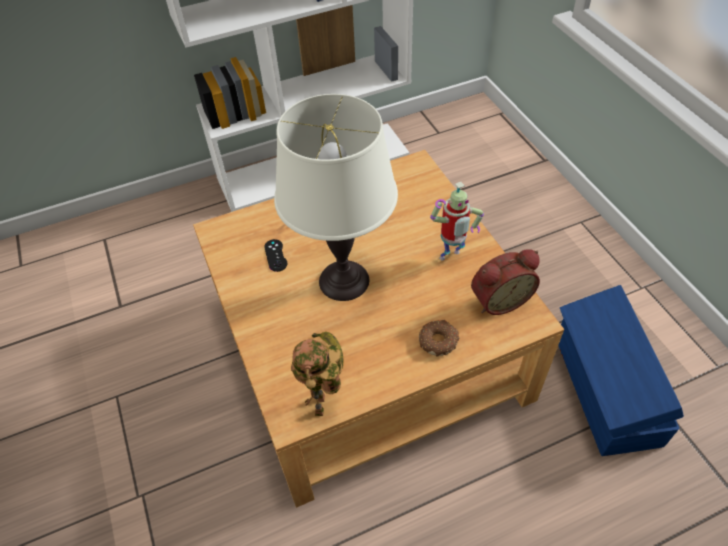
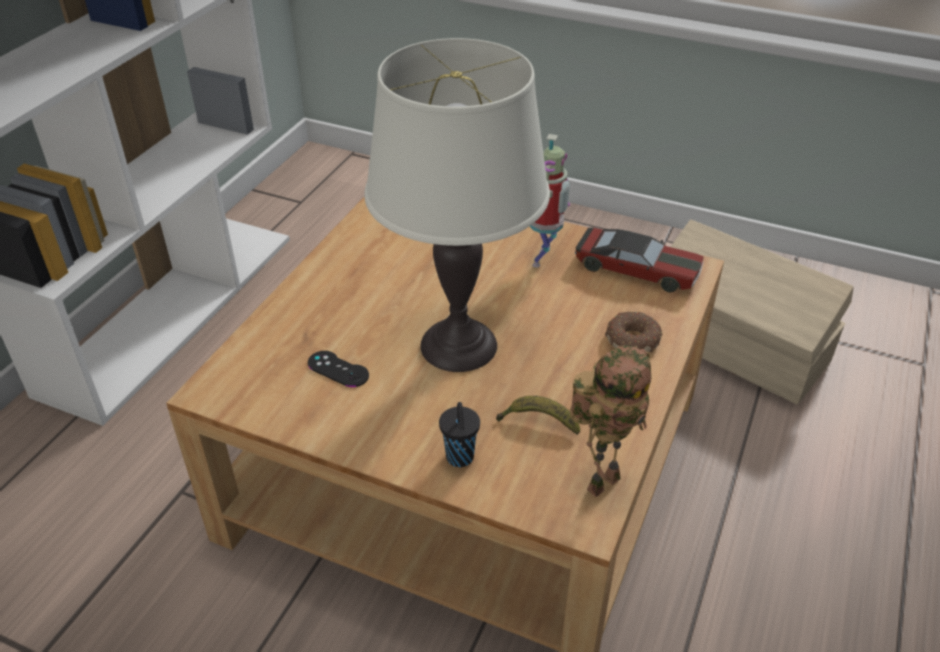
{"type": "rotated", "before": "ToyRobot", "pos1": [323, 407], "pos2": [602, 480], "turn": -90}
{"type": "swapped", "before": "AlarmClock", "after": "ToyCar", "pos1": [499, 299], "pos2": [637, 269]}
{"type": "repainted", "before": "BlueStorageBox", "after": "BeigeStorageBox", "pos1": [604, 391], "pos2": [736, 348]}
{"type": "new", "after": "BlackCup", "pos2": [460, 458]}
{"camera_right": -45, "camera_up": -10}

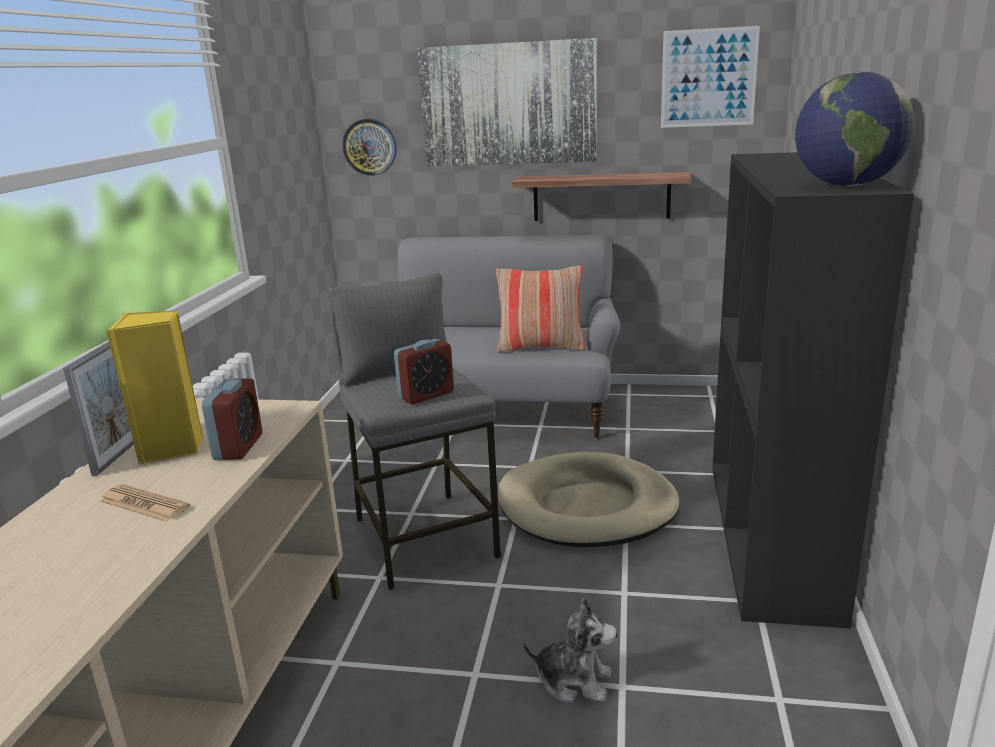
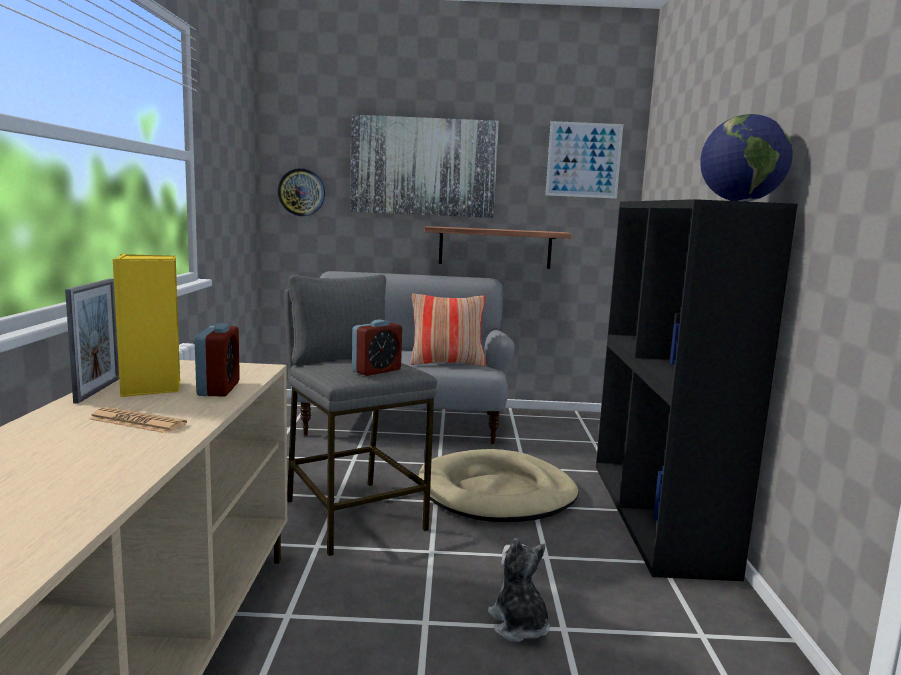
{"type": "rotated", "before": "PlushToy", "pos1": [574, 681], "pos2": [519, 625], "turn": -120}
{"camera_right": -10, "camera_up": -10}

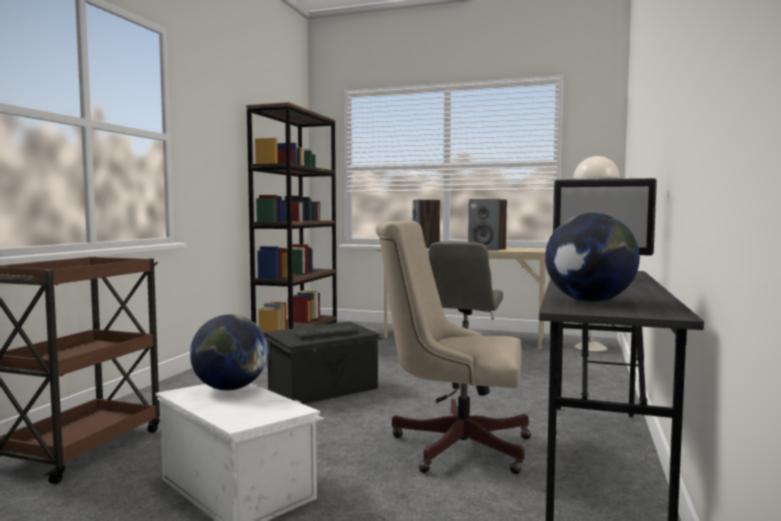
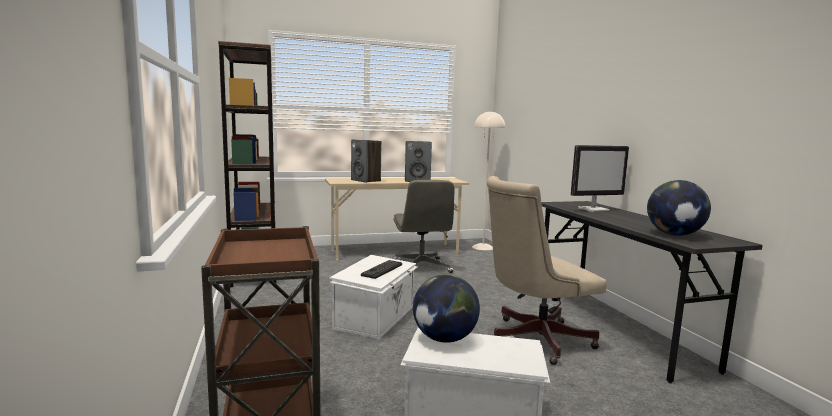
{"type": "repainted", "before": "BlackStorageBox", "after": "WhiteStorageBox", "pos1": [324, 389], "pos2": [376, 317]}
{"camera_right": -35, "camera_up": 5}

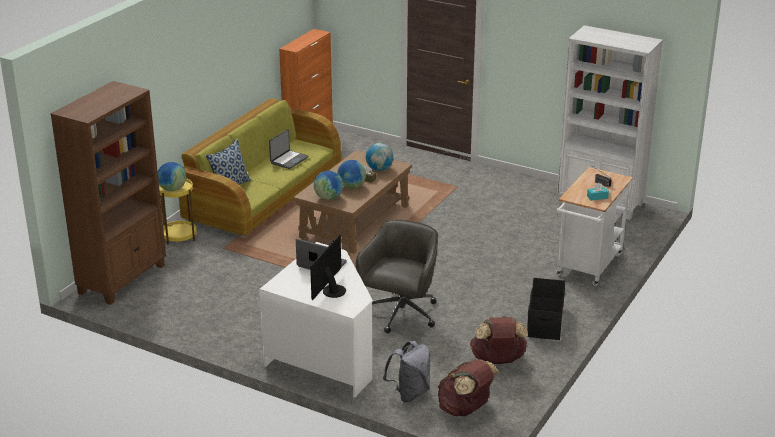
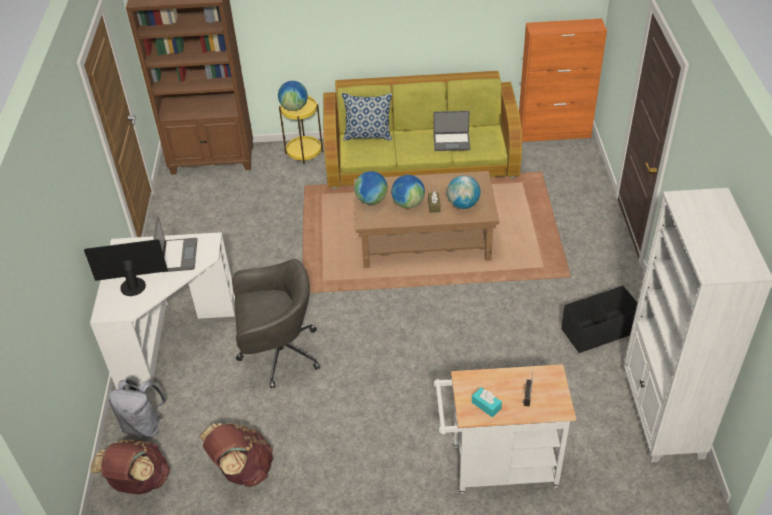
{"type": "shifted", "before": "BlackStorageBox", "pos1": [544, 322], "pos2": [598, 330]}
{"camera_right": 60, "camera_up": 15}

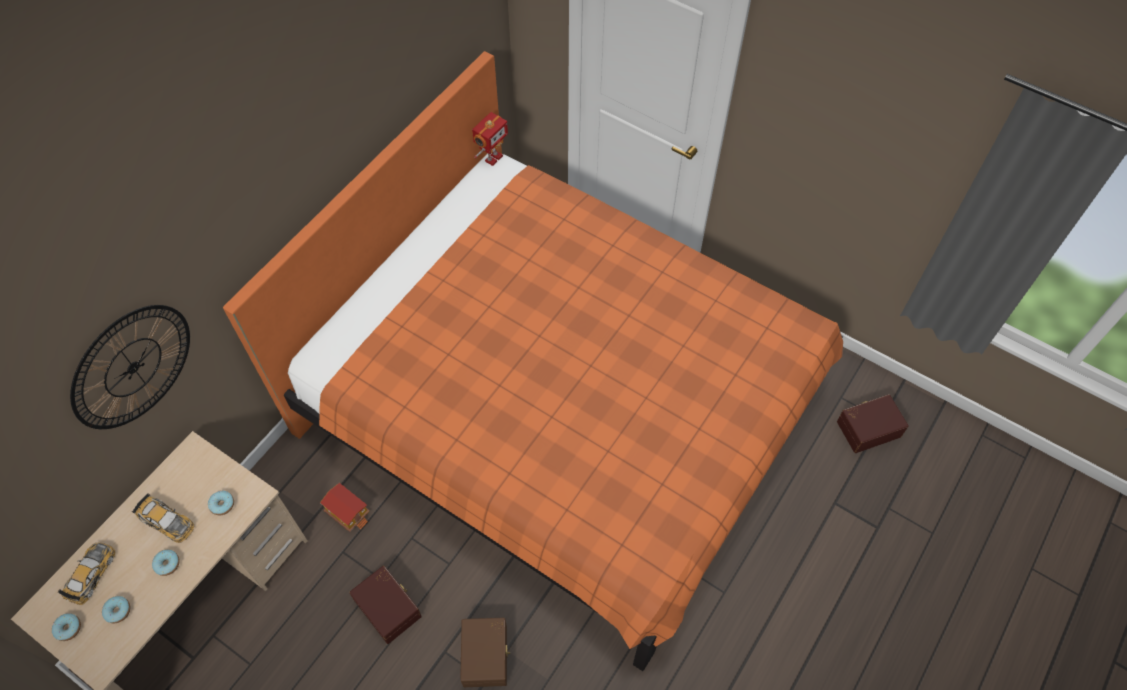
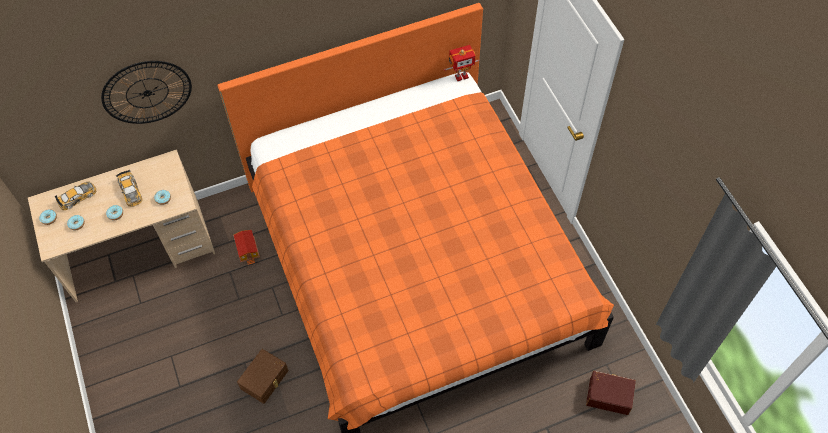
{"type": "gone", "before": "BrownStorageBox", "pos1": [389, 607]}
{"camera_right": 35, "camera_up": 0}

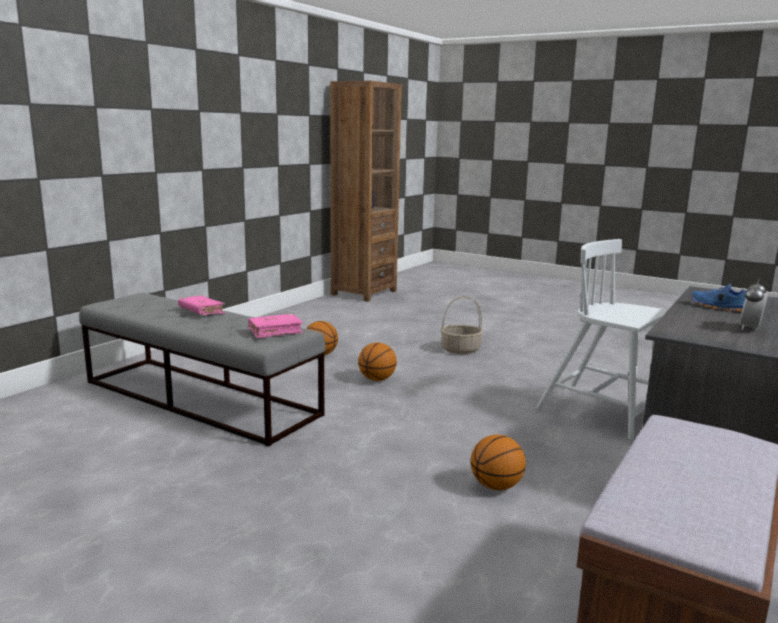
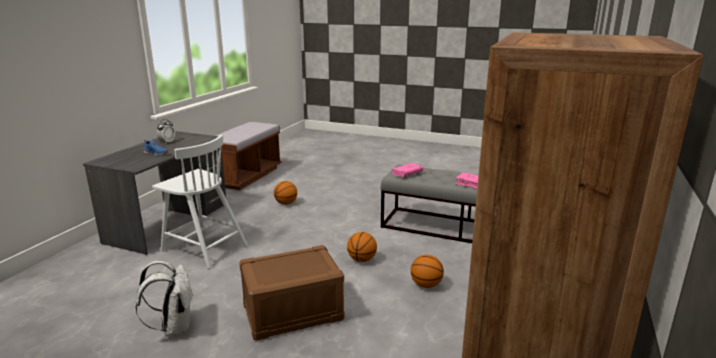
{"type": "swapped", "before": "Basket", "after": "BrownStorageBox", "pos1": [461, 349], "pos2": [292, 313]}
{"type": "new", "after": "WhiteBackpack", "pos2": [174, 327]}
{"camera_right": 170, "camera_up": 5}

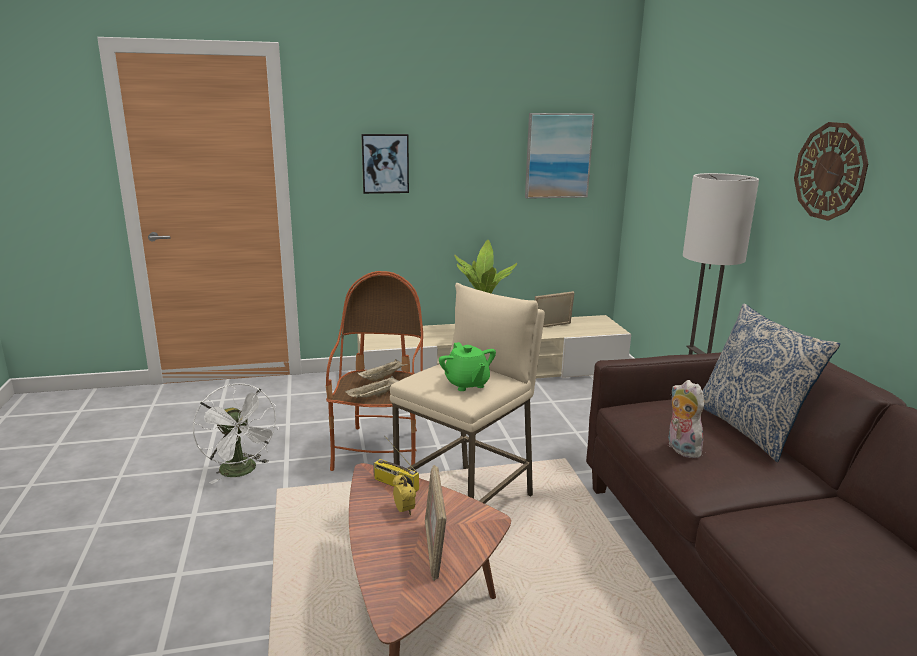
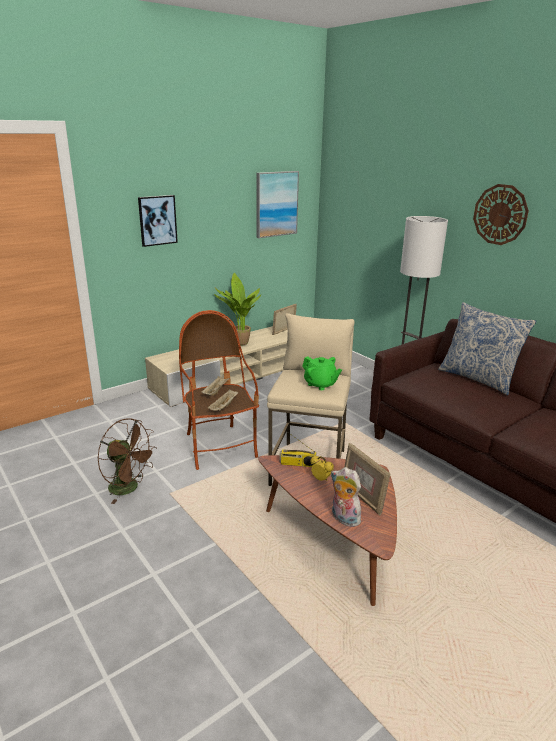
{"type": "repainted", "before": "WhiteFan", "after": "BrownFan", "pos1": [242, 472], "pos2": [129, 488]}
{"type": "shifted", "before": "PlushToy", "pos1": [680, 449], "pos2": [343, 519]}
{"camera_right": -25, "camera_up": 5}

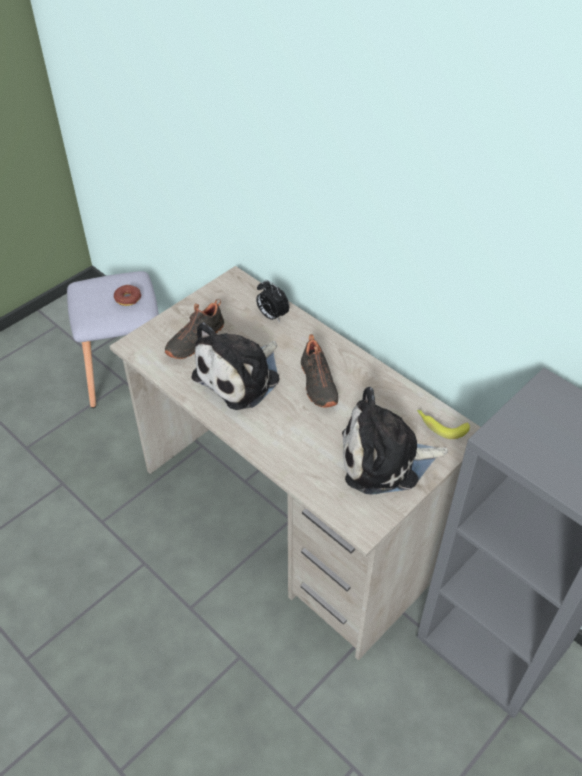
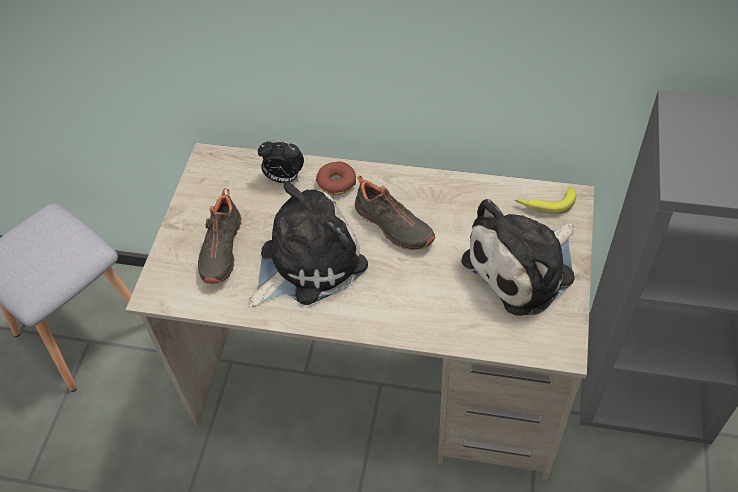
{"type": "shifted", "before": "Donut", "pos1": [127, 299], "pos2": [336, 183]}
{"type": "rotated", "before": "PlushToy", "pos1": [241, 376], "pos2": [306, 262], "turn": -135}
{"camera_right": -30, "camera_up": 5}

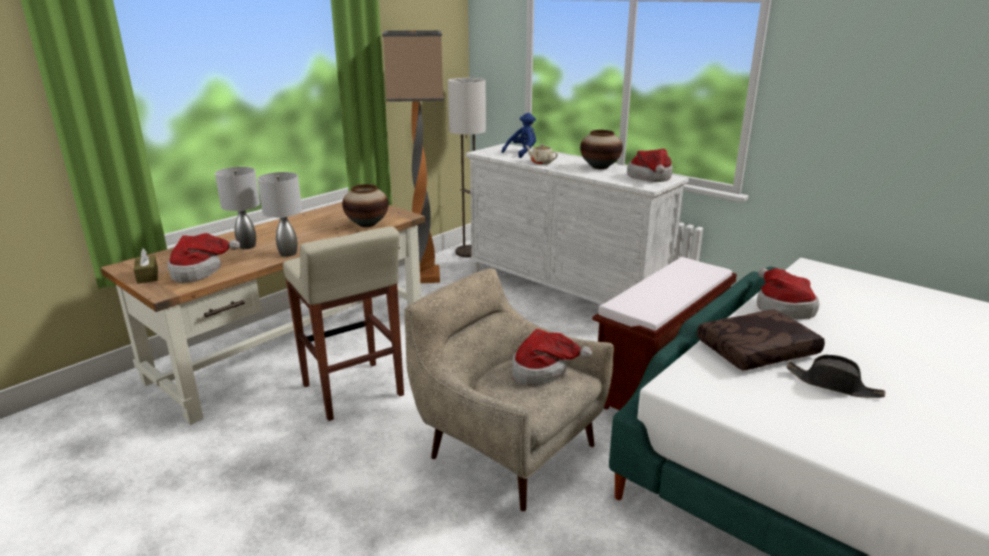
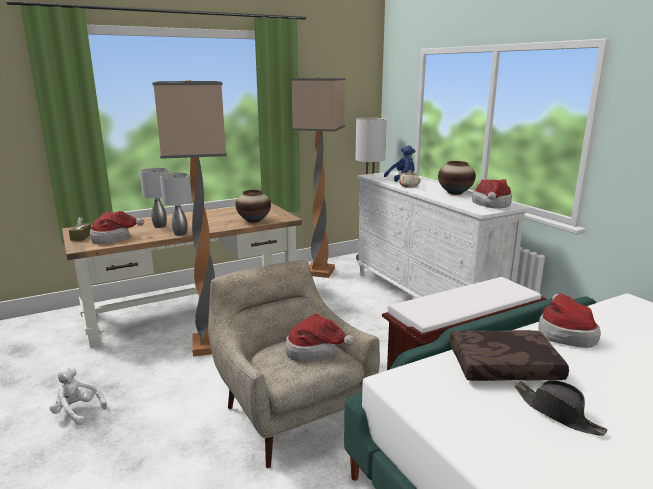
{"type": "swapped", "before": "BeigeStool", "after": "FloorLamp", "pos1": [353, 391], "pos2": [209, 346]}
{"type": "new", "after": "WhitePlushToy", "pos2": [77, 412]}
{"camera_right": 20, "camera_up": -5}

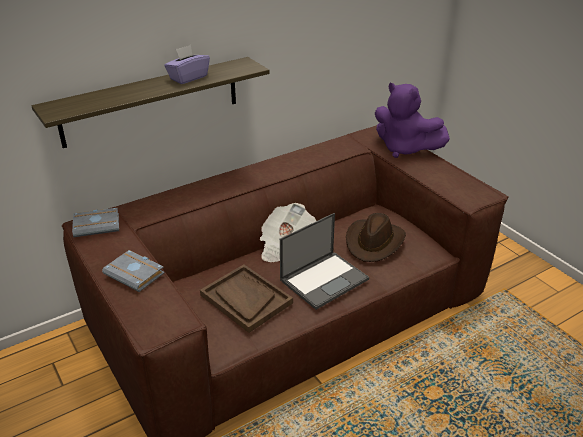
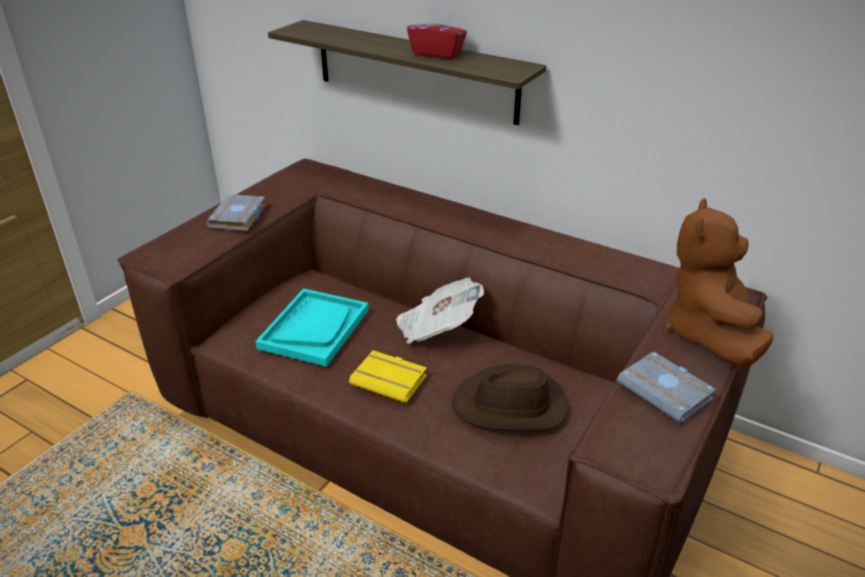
{"type": "shifted", "before": "GreyBook", "pos1": [98, 225], "pos2": [667, 392]}
{"type": "repainted", "before": "PurpleTissueBox", "after": "RedTissueBox", "pos1": [188, 78], "pos2": [437, 53]}
{"type": "repainted", "before": "BrownTray", "after": "TurquoiseTray", "pos1": [246, 299], "pos2": [314, 328]}
{"type": "swapped", "before": "Laptop", "after": "YellowBook", "pos1": [324, 279], "pos2": [391, 380]}
{"type": "repainted", "before": "PurplePlushToy", "after": "BrownPlushToy", "pos1": [404, 149], "pos2": [709, 335]}
{"camera_right": 65, "camera_up": 0}

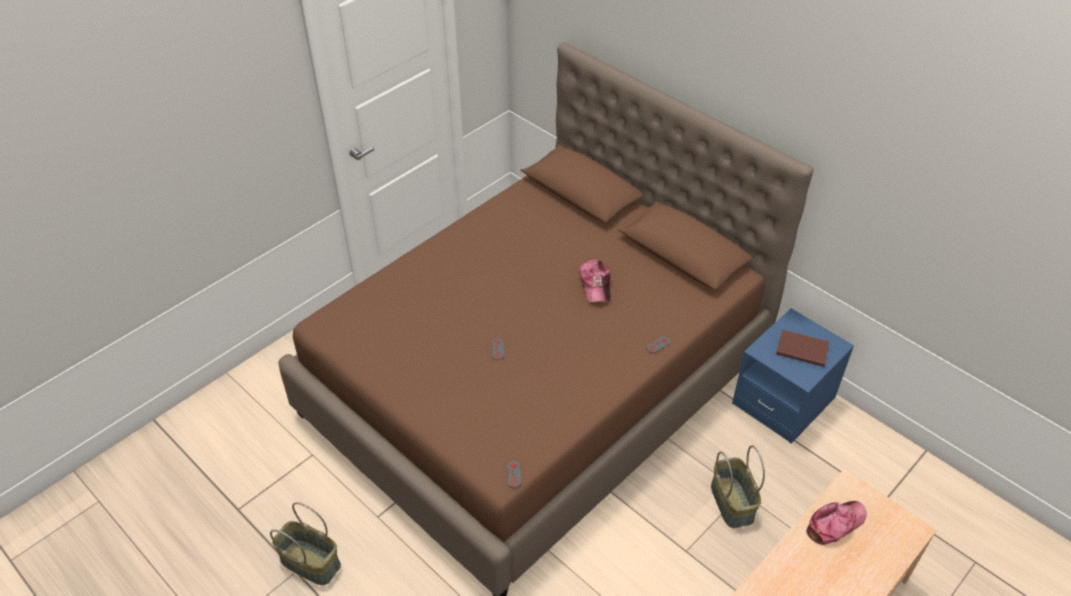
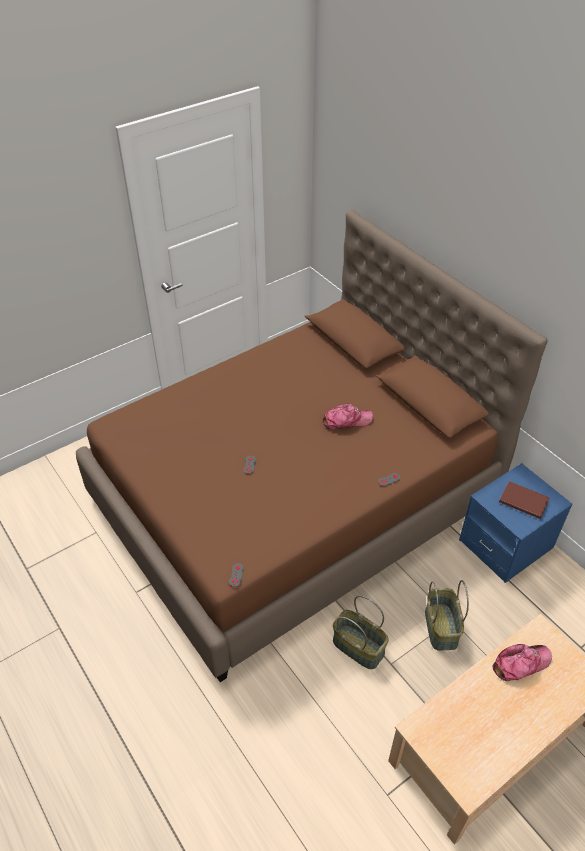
{"type": "shifted", "before": "Basket", "pos1": [311, 562], "pos2": [359, 647]}
{"type": "rotated", "before": "Cap", "pos1": [595, 285], "pos2": [346, 420], "turn": -105}
{"camera_right": 10, "camera_up": 0}

